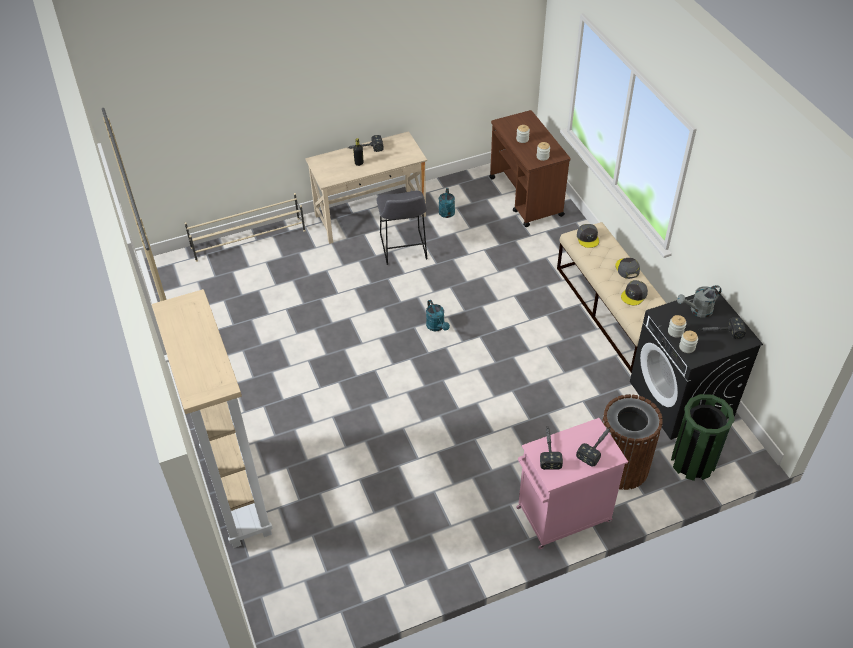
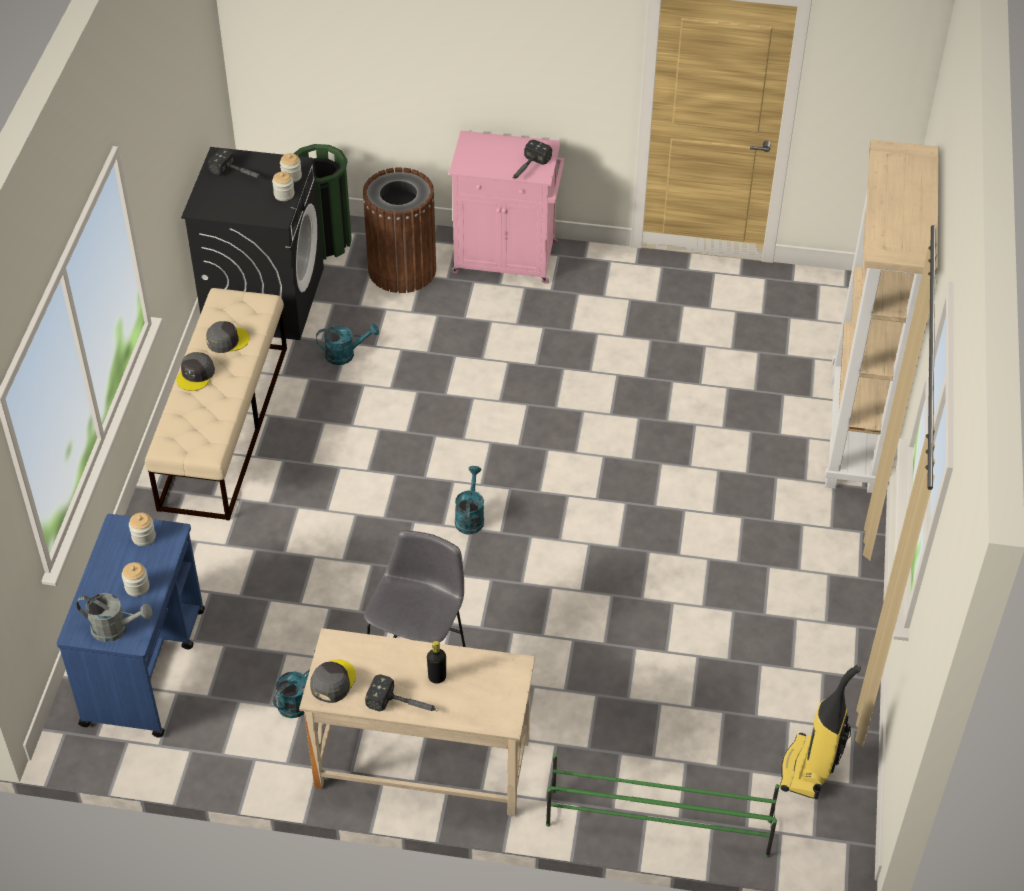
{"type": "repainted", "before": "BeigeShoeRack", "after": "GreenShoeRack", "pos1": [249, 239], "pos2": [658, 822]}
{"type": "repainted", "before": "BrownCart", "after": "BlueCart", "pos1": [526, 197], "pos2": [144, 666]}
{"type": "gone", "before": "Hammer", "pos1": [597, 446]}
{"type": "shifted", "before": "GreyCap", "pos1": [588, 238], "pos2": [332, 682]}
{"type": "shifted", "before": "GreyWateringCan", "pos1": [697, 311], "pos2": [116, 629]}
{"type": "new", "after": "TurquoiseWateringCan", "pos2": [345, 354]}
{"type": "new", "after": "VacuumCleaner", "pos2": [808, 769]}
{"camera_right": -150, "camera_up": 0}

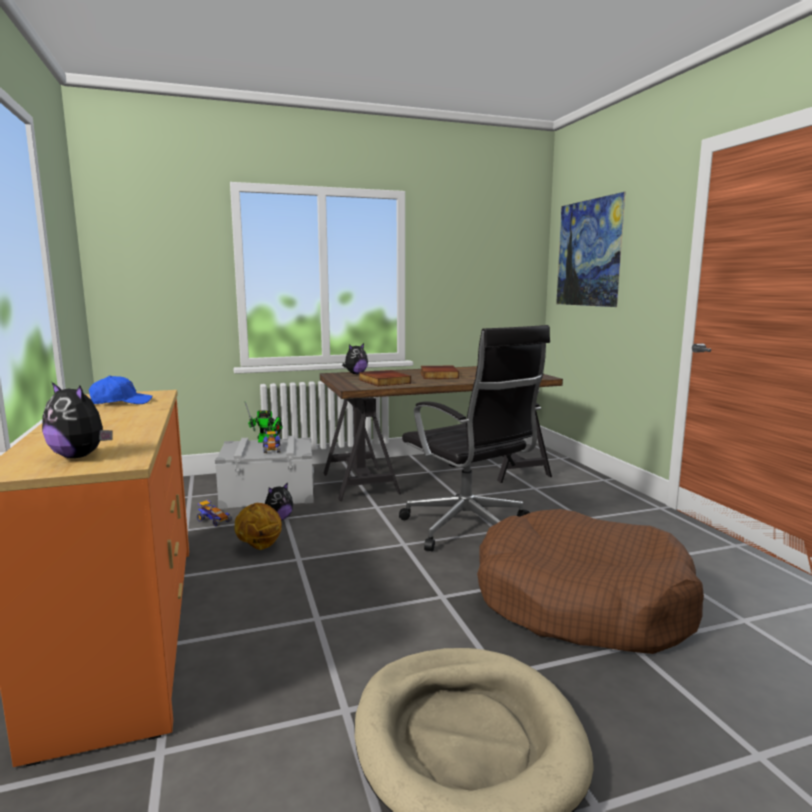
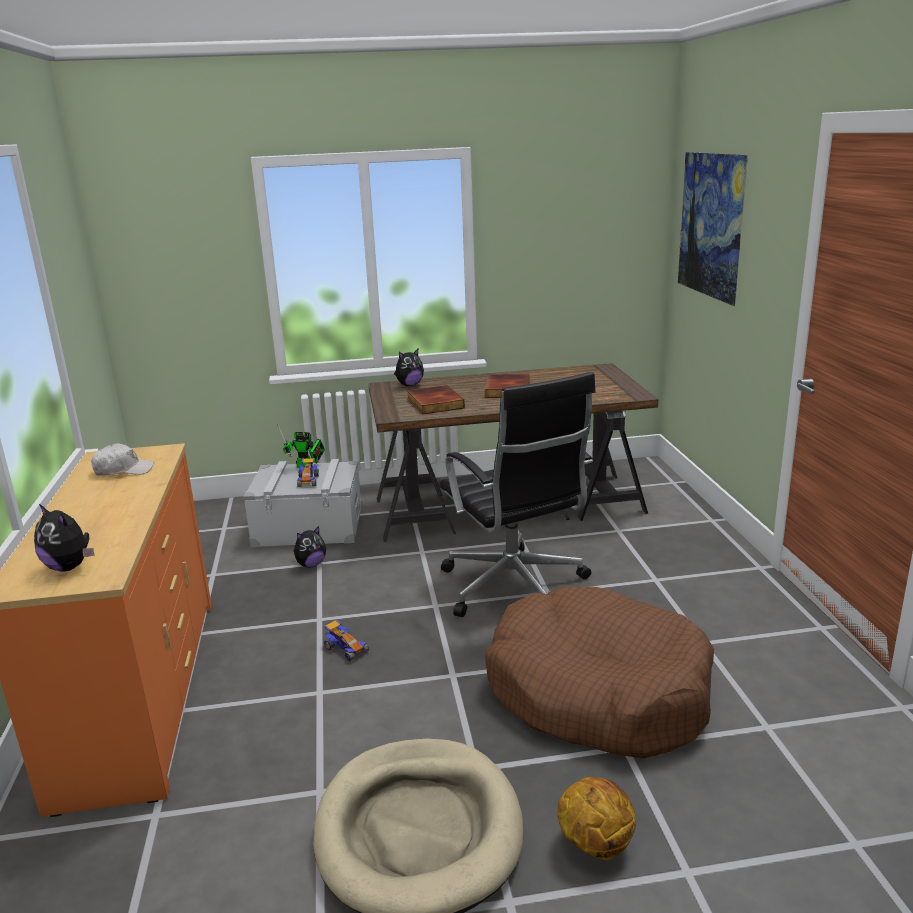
{"type": "repainted", "before": "BlueCap", "after": "WhiteCap", "pos1": [121, 402], "pos2": [123, 470]}
{"type": "shifted", "before": "ToyCar", "pos1": [213, 521], "pos2": [345, 649]}
{"type": "shifted", "before": "Basketball", "pos1": [259, 546], "pos2": [594, 844]}
{"camera_right": 10, "camera_up": 10}

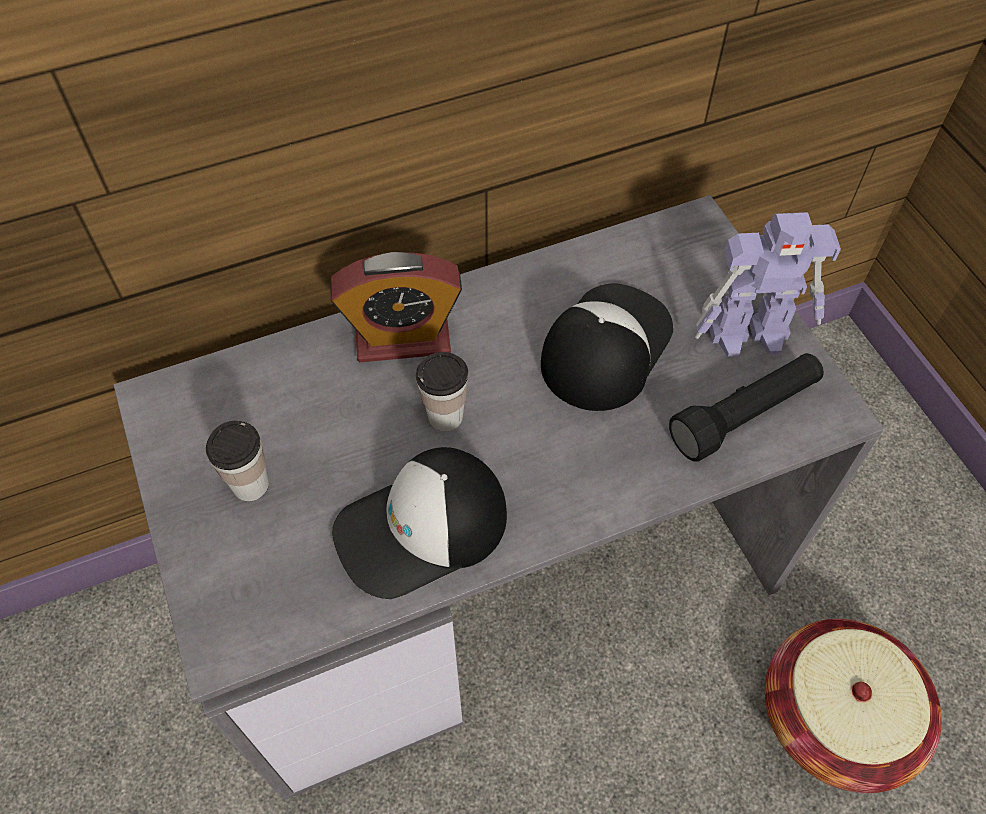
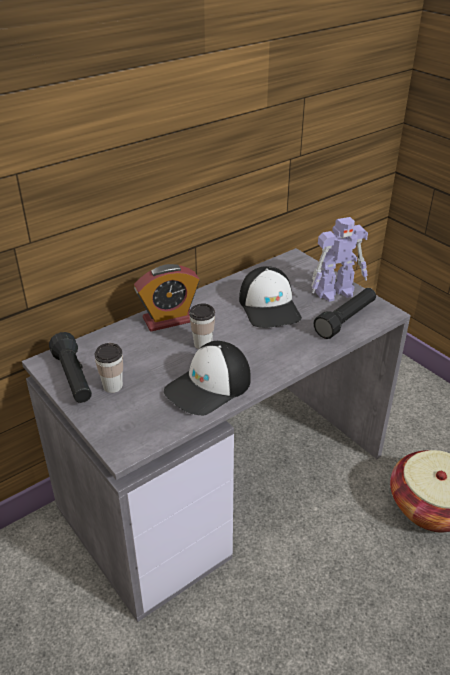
{"type": "rotated", "before": "Cap", "pos1": [604, 347], "pos2": [270, 307], "turn": 150}
{"type": "new", "after": "BlackFlashlight", "pos2": [73, 378]}
{"camera_right": -15, "camera_up": -20}

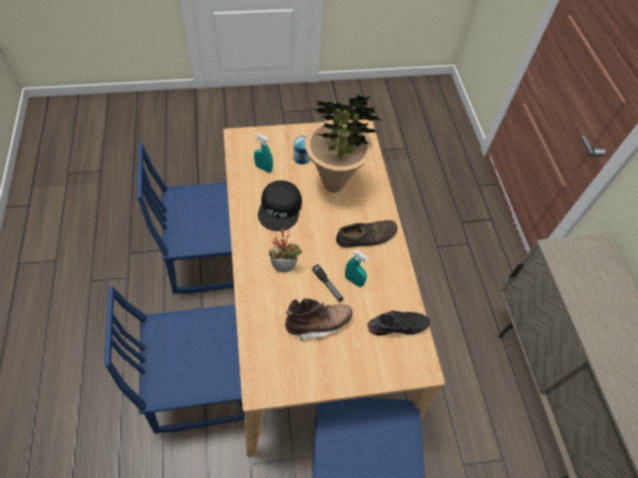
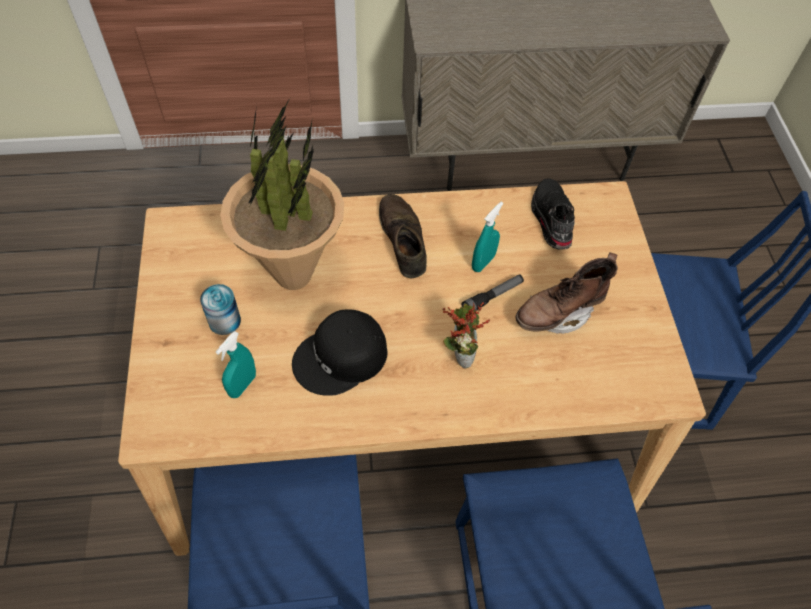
{"type": "rotated", "before": "BlackCap", "pos1": [280, 209], "pos2": [341, 358], "turn": 135}
{"type": "rotated", "before": "BrownBoot", "pos1": [318, 324], "pos2": [558, 313], "turn": -105}
{"camera_right": -85, "camera_up": 0}

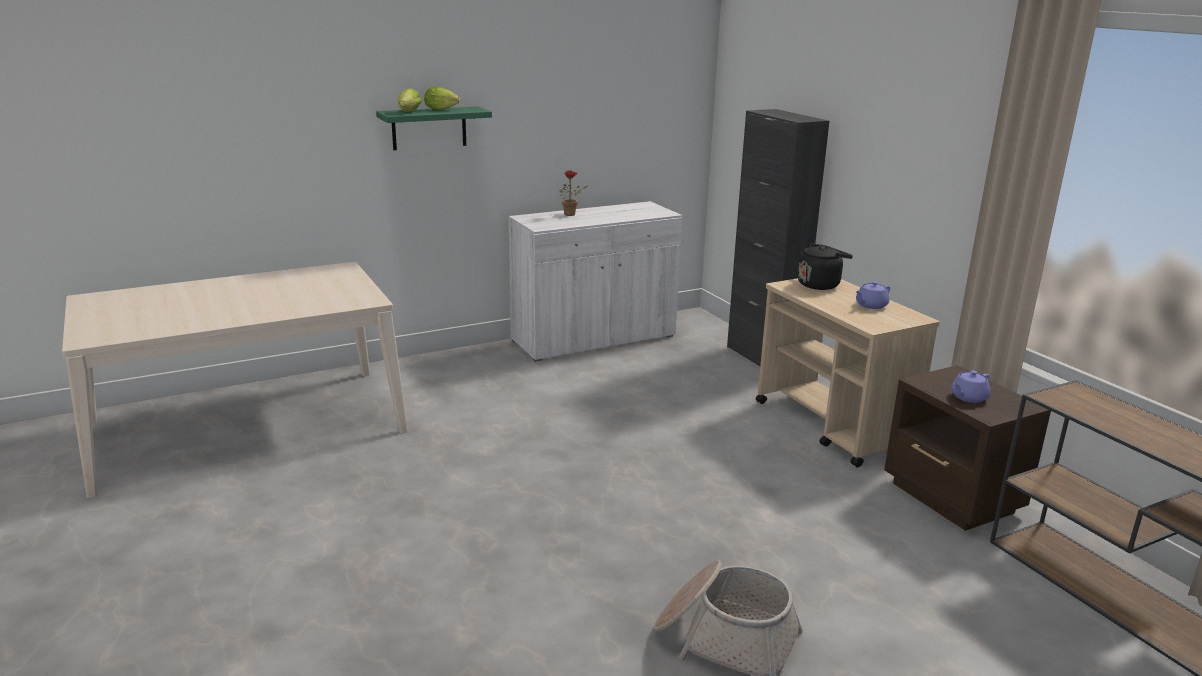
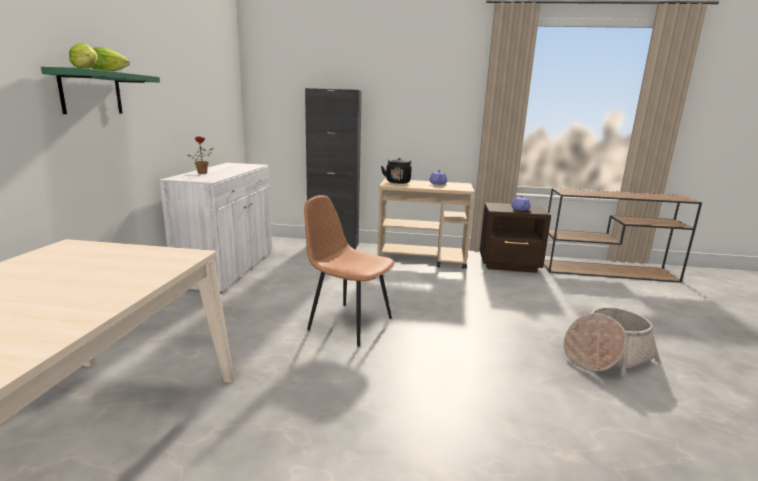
{"type": "new", "after": "BrownChair", "pos2": [348, 323]}
{"camera_right": -55, "camera_up": -5}

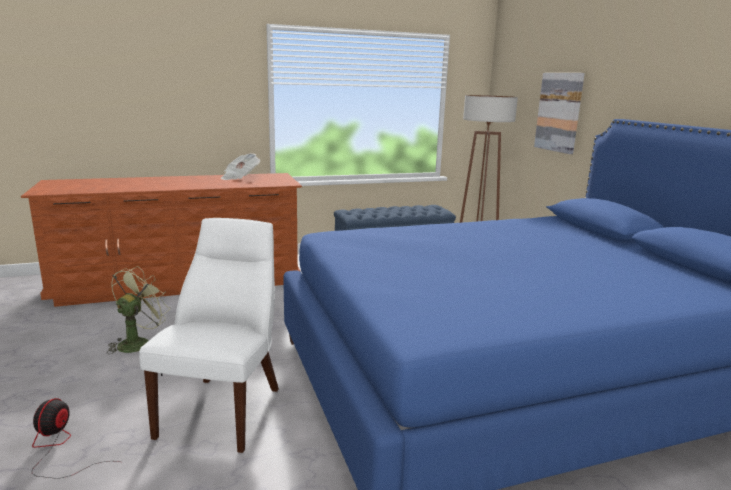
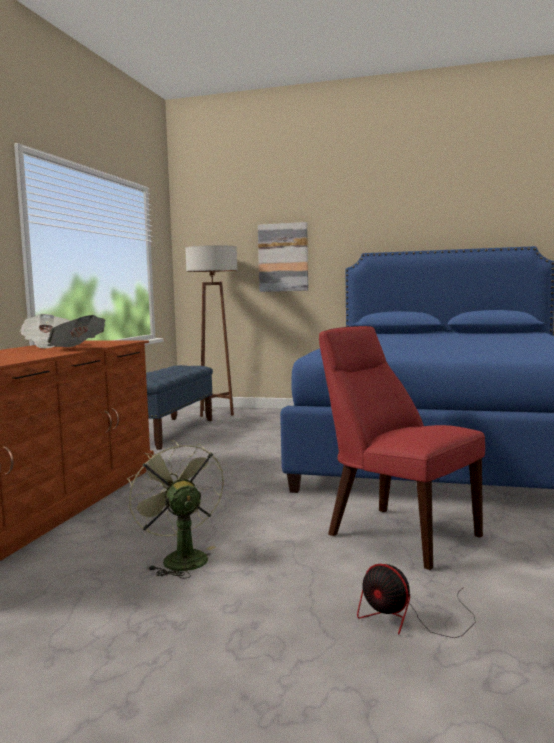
{"type": "repainted", "before": "WhiteChair", "after": "RedChair", "pos1": [224, 408], "pos2": [397, 533]}
{"type": "new", "after": "Newspaper", "pos2": [77, 348]}
{"camera_right": -55, "camera_up": -10}

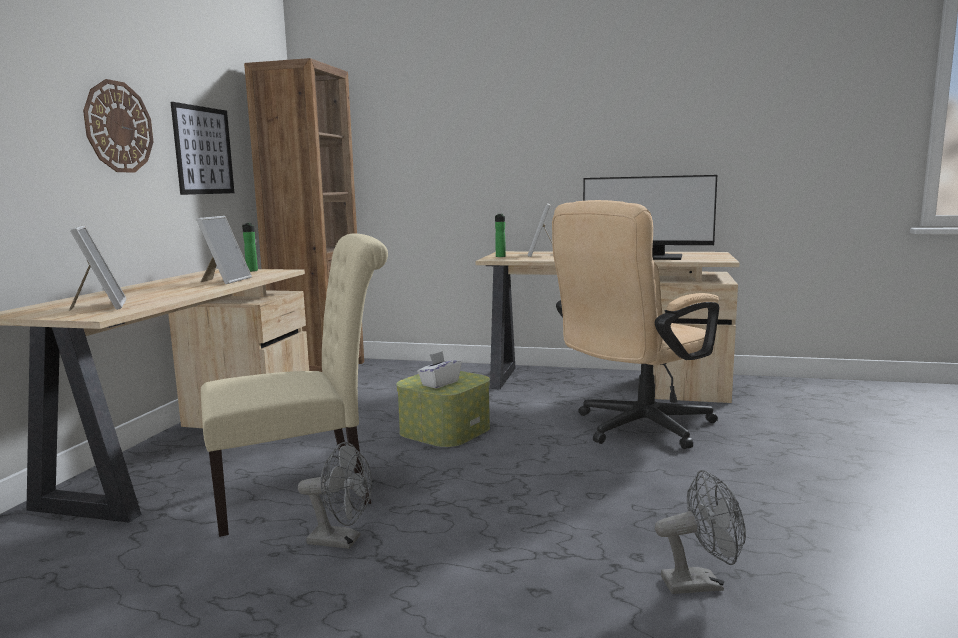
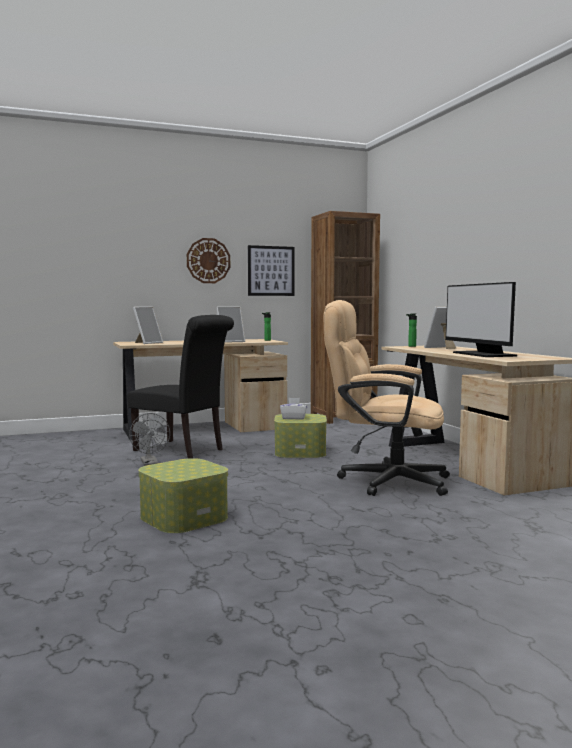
{"type": "repainted", "before": "BeigeChair", "after": "BlackChair", "pos1": [303, 495], "pos2": [183, 450]}
{"type": "swapped", "before": "GreyFan", "after": "StorageBox", "pos1": [700, 583], "pos2": [184, 517]}
{"camera_right": 55, "camera_up": -5}

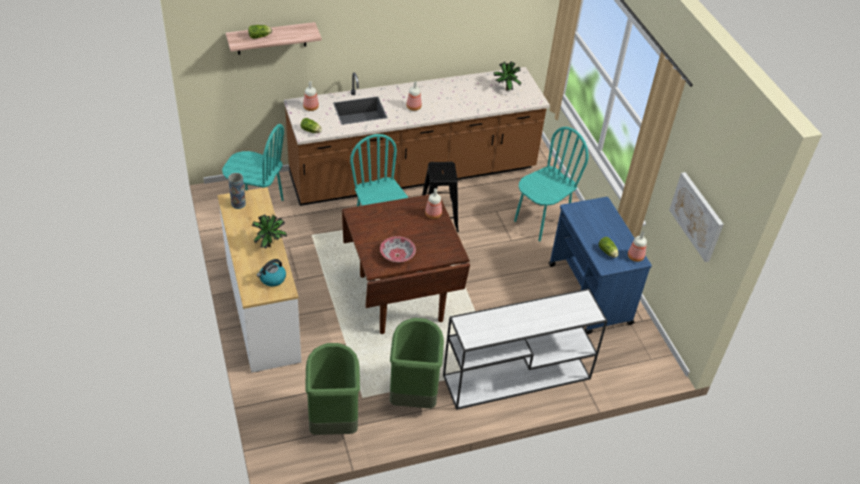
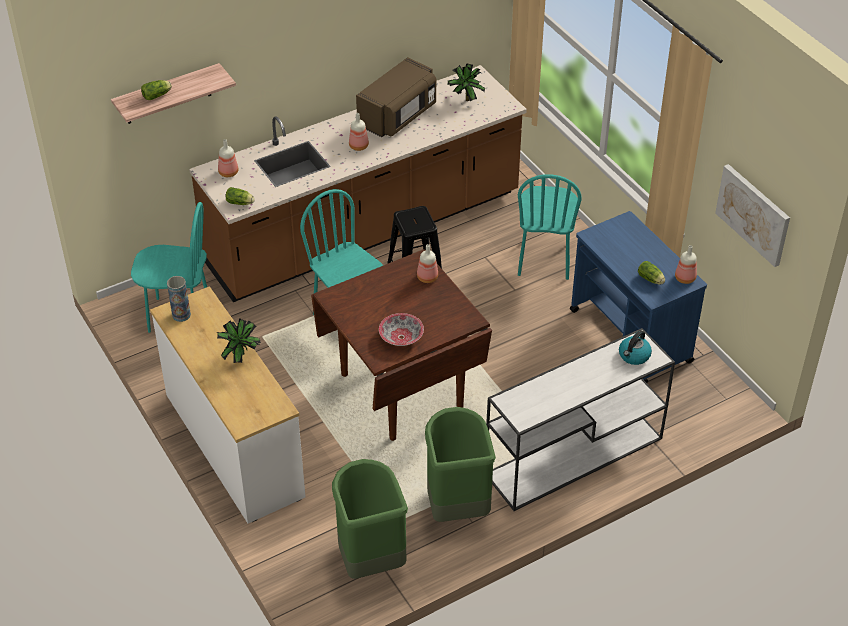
{"type": "shifted", "before": "Kettle", "pos1": [272, 279], "pos2": [634, 356]}
{"type": "rotated", "before": "TurquoiseChair", "pos1": [540, 222], "pos2": [544, 260], "turn": 150}
{"type": "new", "after": "BrownMicrowave", "pos2": [398, 116]}
{"camera_right": -10, "camera_up": 0}

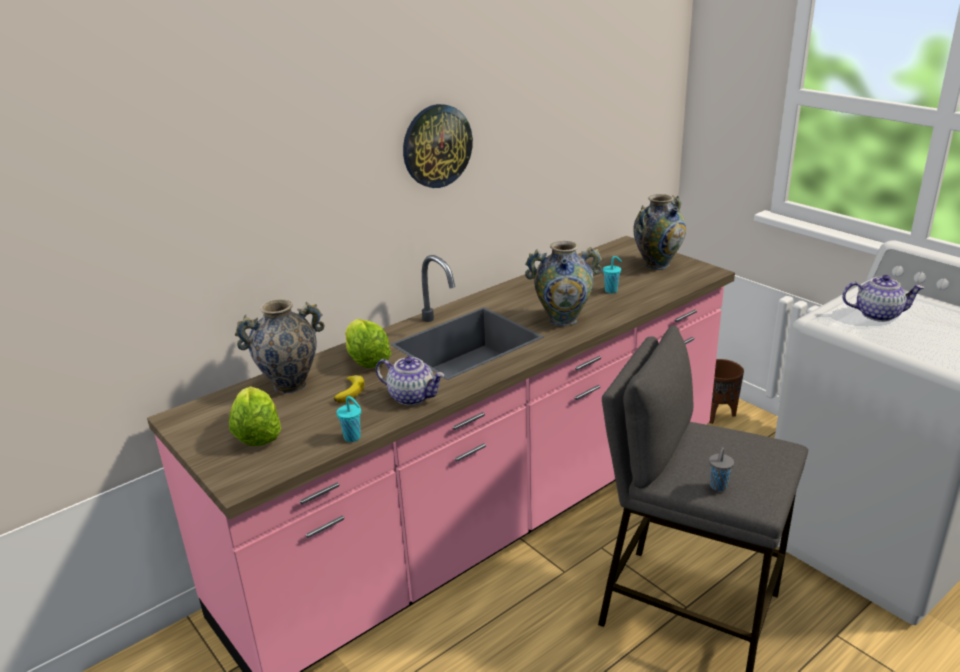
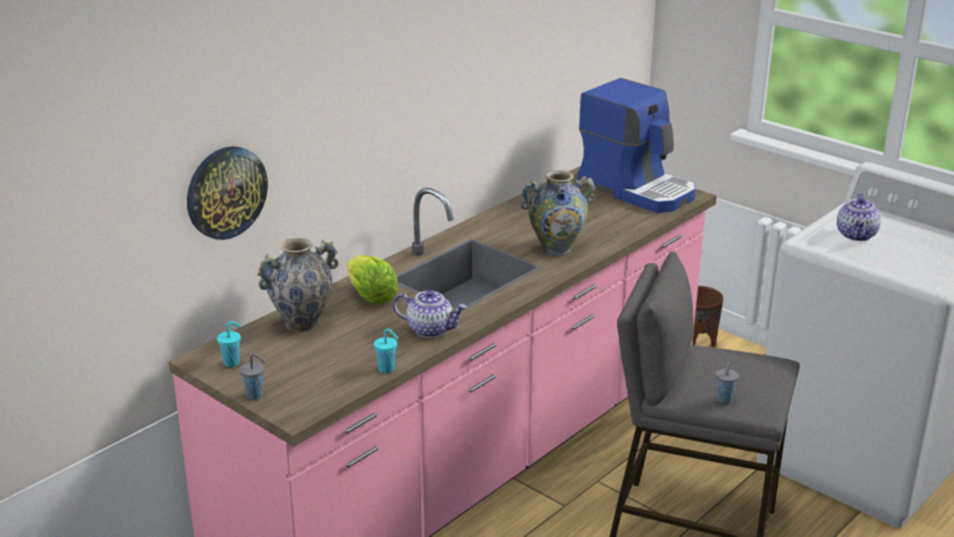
{"type": "gone", "before": "Lettuce", "pos1": [257, 434]}
{"type": "gone", "before": "Banana", "pos1": [351, 391]}
{"type": "shifted", "before": "WallClock", "pos1": [436, 146], "pos2": [226, 192]}
{"type": "shifted", "before": "TurquoiseCup", "pos1": [612, 290], "pos2": [232, 362]}
{"type": "swapped", "before": "Vase", "after": "CoffeeMachine", "pos1": [657, 265], "pos2": [637, 189]}
{"type": "rotated", "before": "Teapot", "pos1": [878, 314], "pos2": [857, 235], "turn": 105}
{"type": "new", "after": "GreyCup", "pos2": [255, 395]}
{"camera_right": -10, "camera_up": 0}

